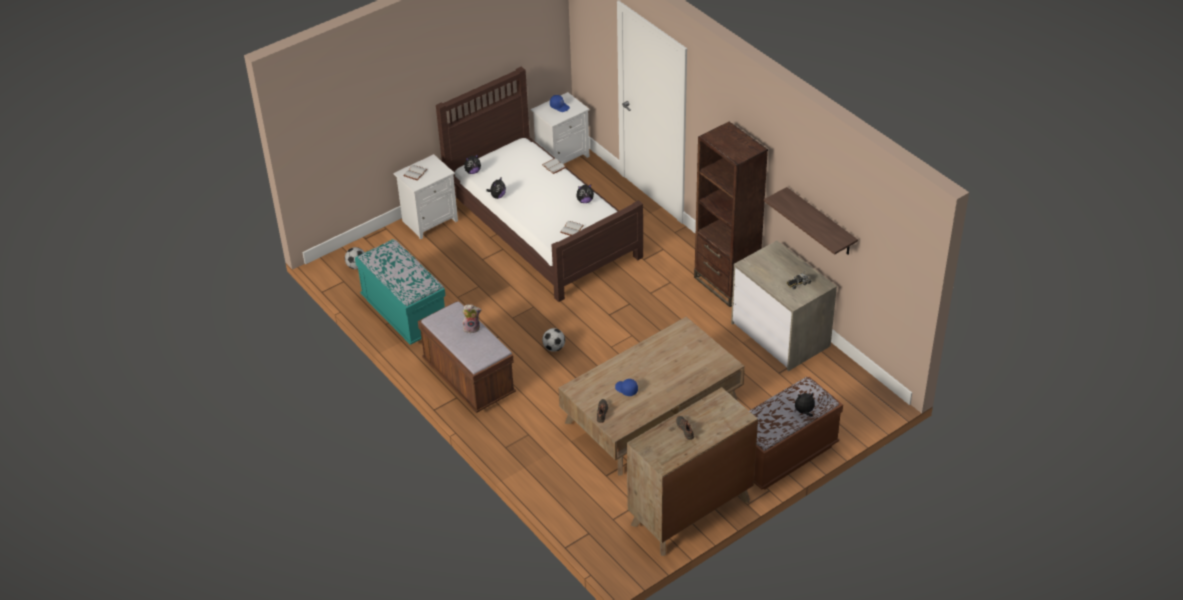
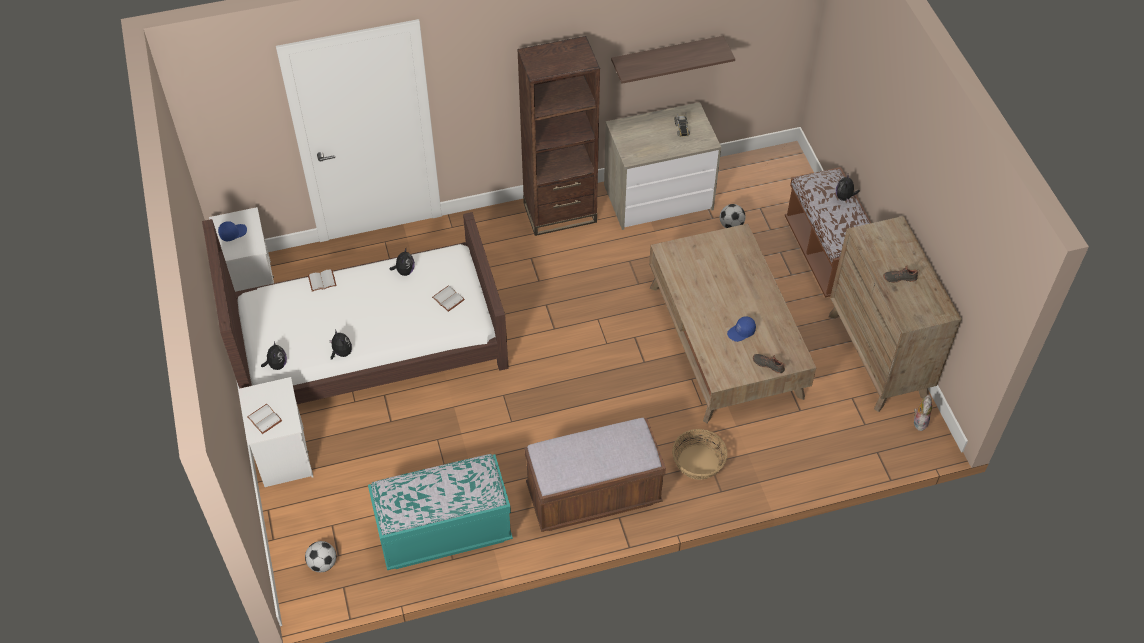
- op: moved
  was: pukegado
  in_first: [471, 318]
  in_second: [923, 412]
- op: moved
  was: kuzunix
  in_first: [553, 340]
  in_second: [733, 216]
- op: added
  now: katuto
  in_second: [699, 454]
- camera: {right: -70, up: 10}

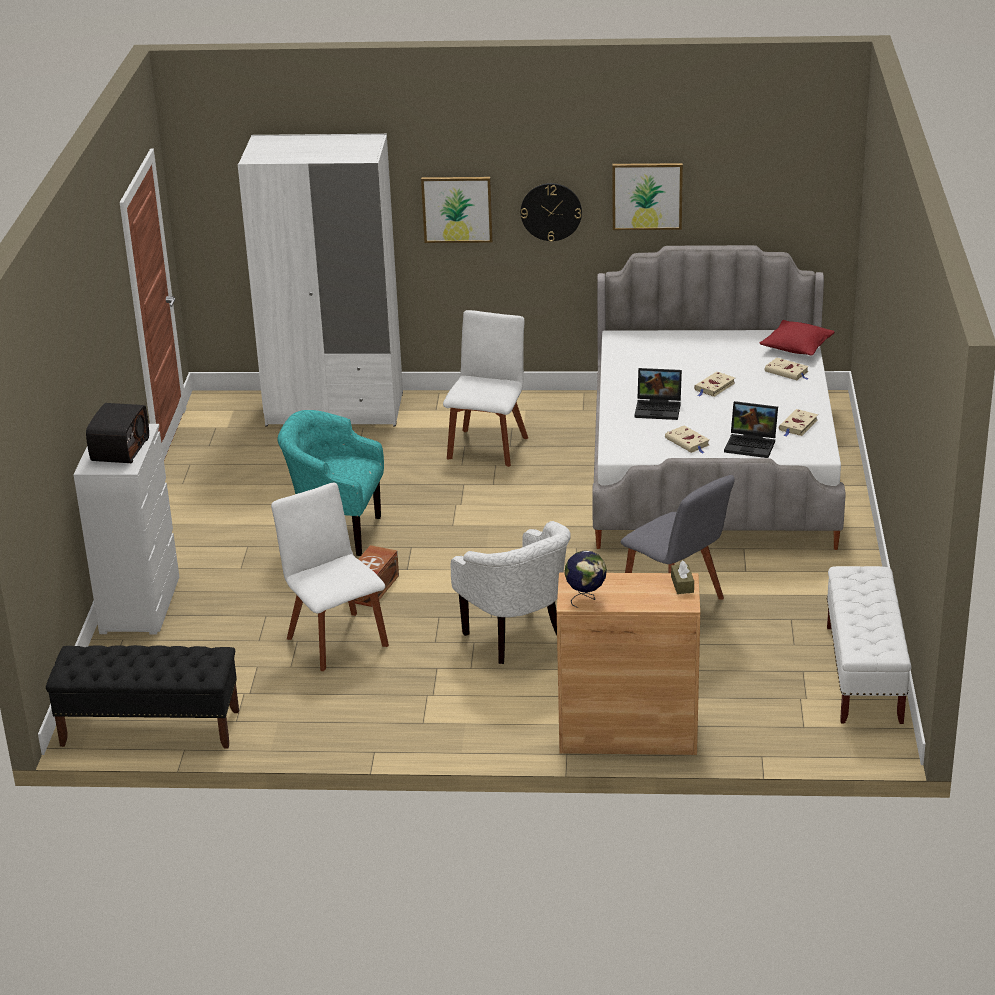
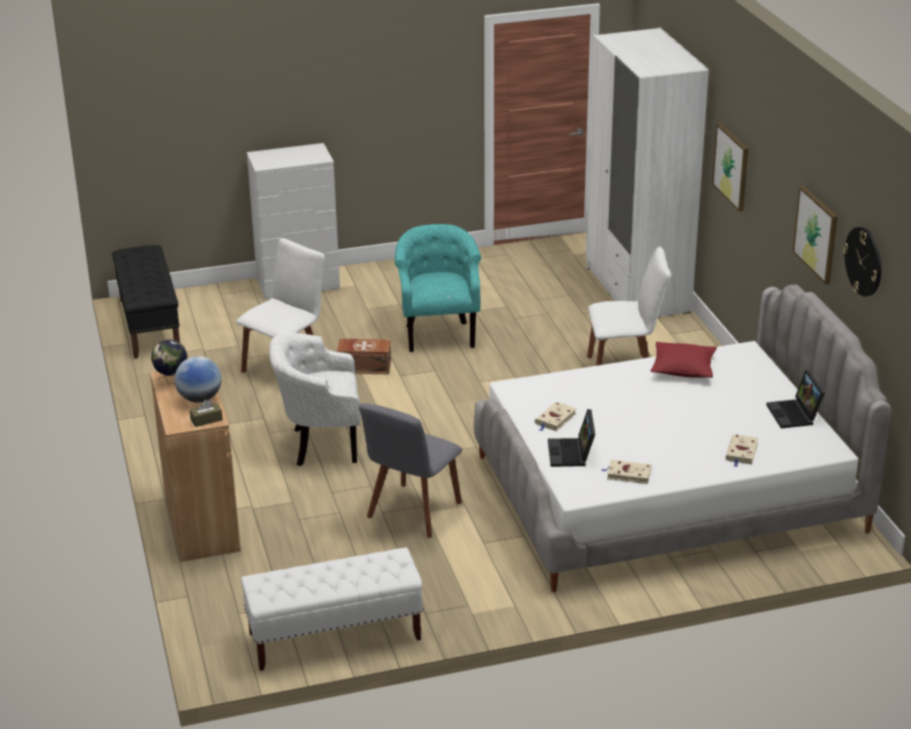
- op: removed
  was: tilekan
  in_first: [117, 433]
- op: turned
  was: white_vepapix
  in_first: [511, 592]
  in_second: [315, 399]
  clockwise: 45
- op: moved
  was: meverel
  in_first: [551, 212]
  in_second: [862, 262]
- op: moved
  was: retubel
  in_first: [658, 394]
  in_second: [795, 399]
- op: removed
  was: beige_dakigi
  in_first: [714, 384]
- op: moved
  was: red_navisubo
  in_first: [797, 338]
  in_second: [684, 360]
- op: added
  now: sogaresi
  in_second: [198, 379]
- camera: {right: 70, up: 0}

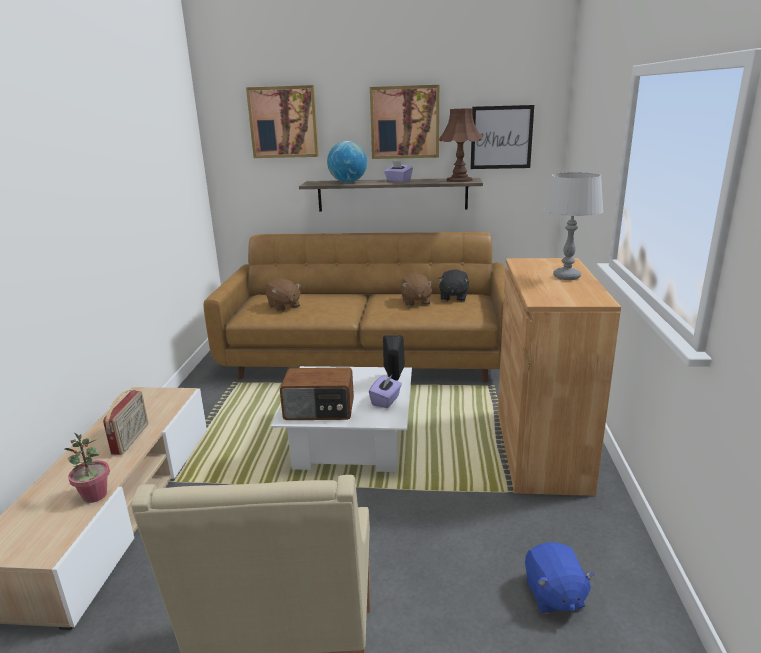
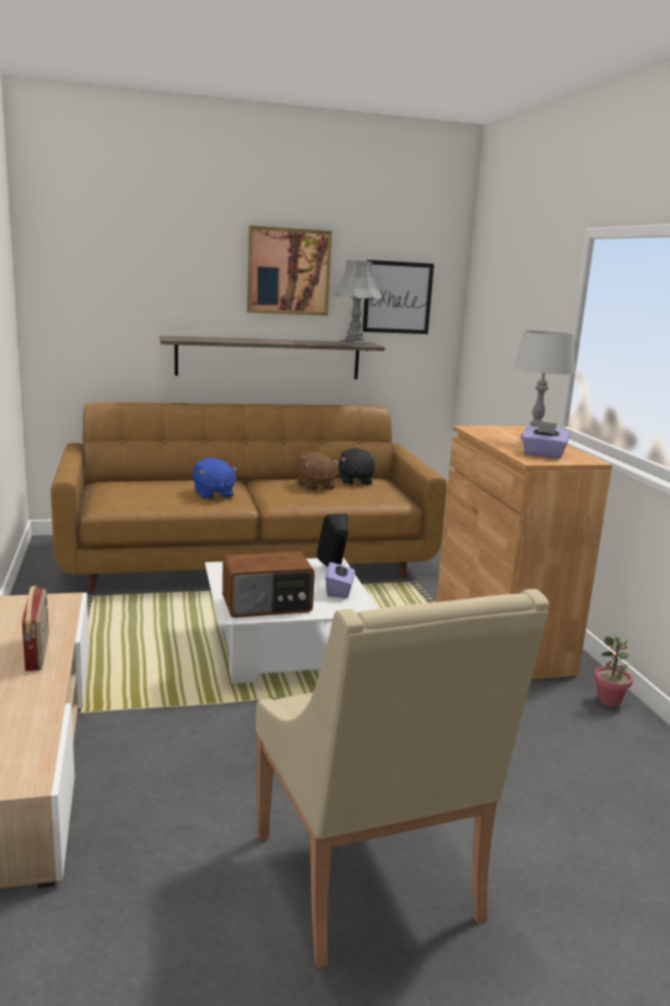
- op: moved
  was: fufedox
  in_first: [87, 468]
  in_second: [613, 672]
- op: removed
  was: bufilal
  in_first: [282, 121]
- op: removed
  was: brown_pukegado
  in_first: [283, 295]
- op: removed
  was: sogaresi
  in_first: [347, 162]
- op: moved
  was: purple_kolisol
  in_first: [398, 171]
  in_second: [546, 440]
- op: recoloured
  was: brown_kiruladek
  now: grey_kiruladek
  in_first: [461, 145]
  in_second: [357, 303]
- op: moved
  was: blue_pukegado
  in_first: [560, 578]
  in_second: [215, 479]
- camera: {right: -20, up: -5}

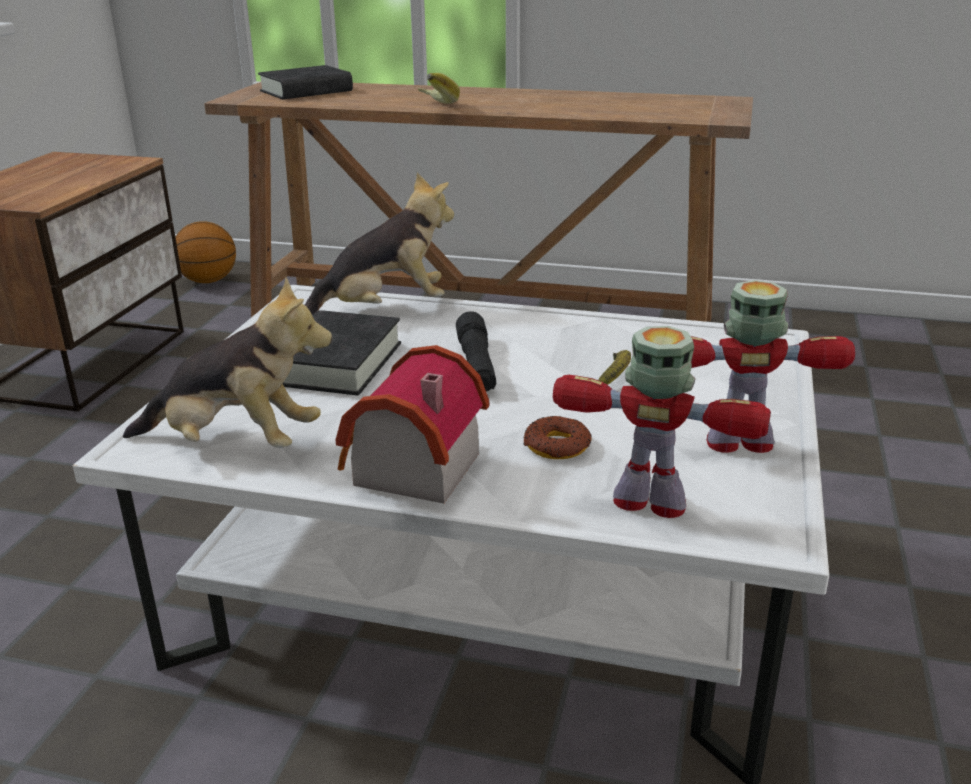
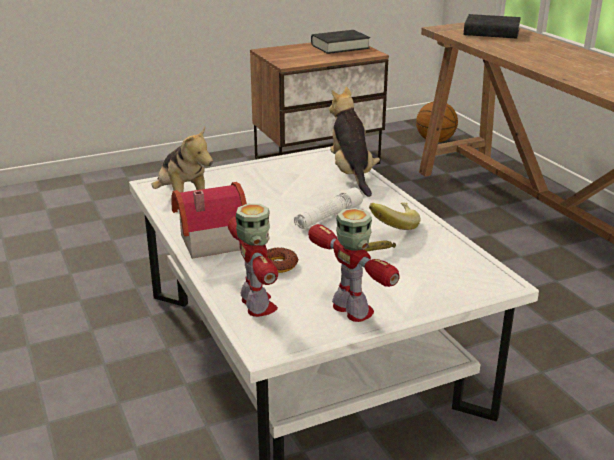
- op: moved
  was: black_dakigi
  in_first: [341, 353]
  in_second: [340, 42]
- op: turned
  was: pukegado
  in_first: [379, 244]
  in_second: [354, 142]
  clockwise: -135
- op: moved
  was: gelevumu
  in_first: [439, 88]
  in_second: [395, 216]
- op: recoloured
  was: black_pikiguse
  now: white_pikiguse
  in_first: [476, 351]
  in_second: [328, 208]
- camera: {right: 50, up: 0}

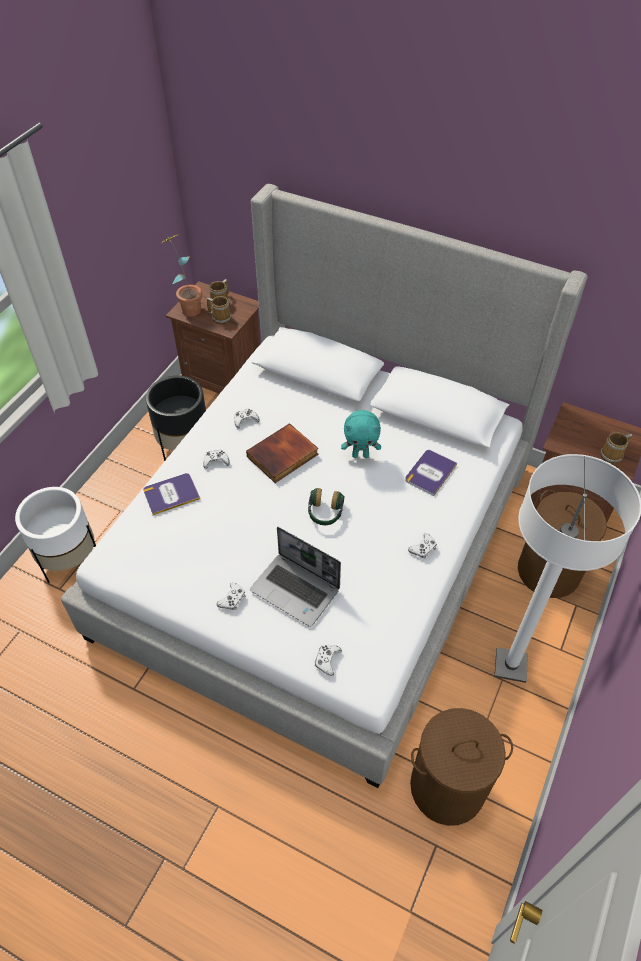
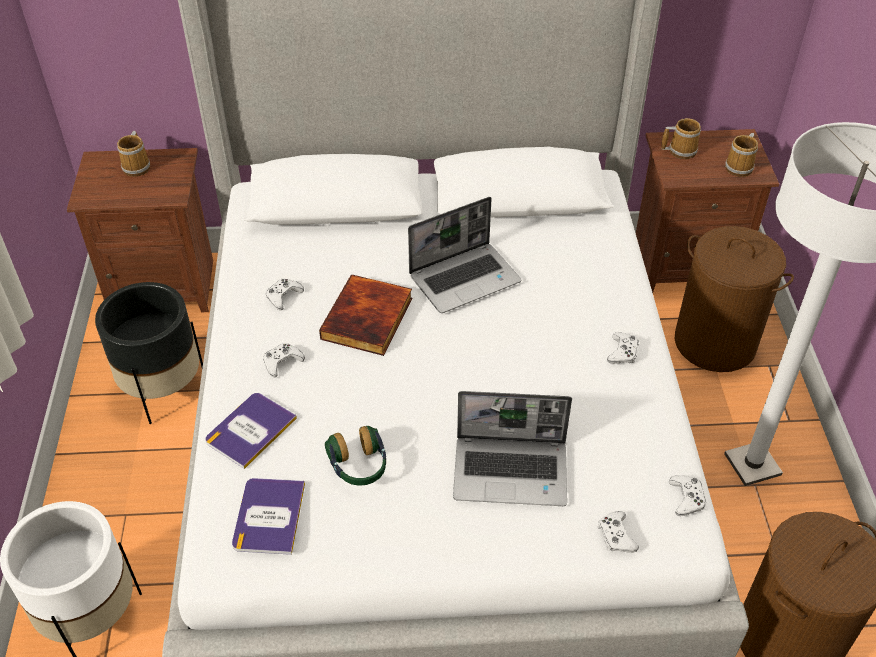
- op: removed
  was: fufedox
  in_first: [182, 275]
- op: moved
  was: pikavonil
  in_first: [219, 310]
  in_second: [681, 138]
- op: moved
  was: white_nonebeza
  in_first: [231, 596]
  in_second: [687, 495]
- op: moved
  was: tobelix
  in_first: [326, 506]
  in_second: [355, 456]
- op: replaced
  was: turquoise_pukegado
  now: retubel
  in_first: [361, 434]
  in_second: [464, 255]
- op: moved
  was: dakigi
  in_first: [431, 473]
  in_second: [268, 516]
- camera: {right: -30, up: -5}

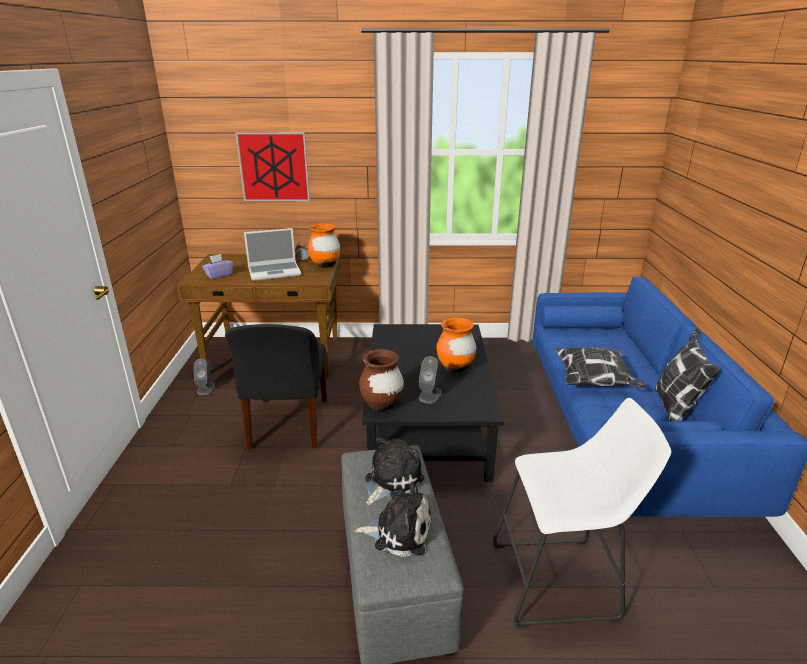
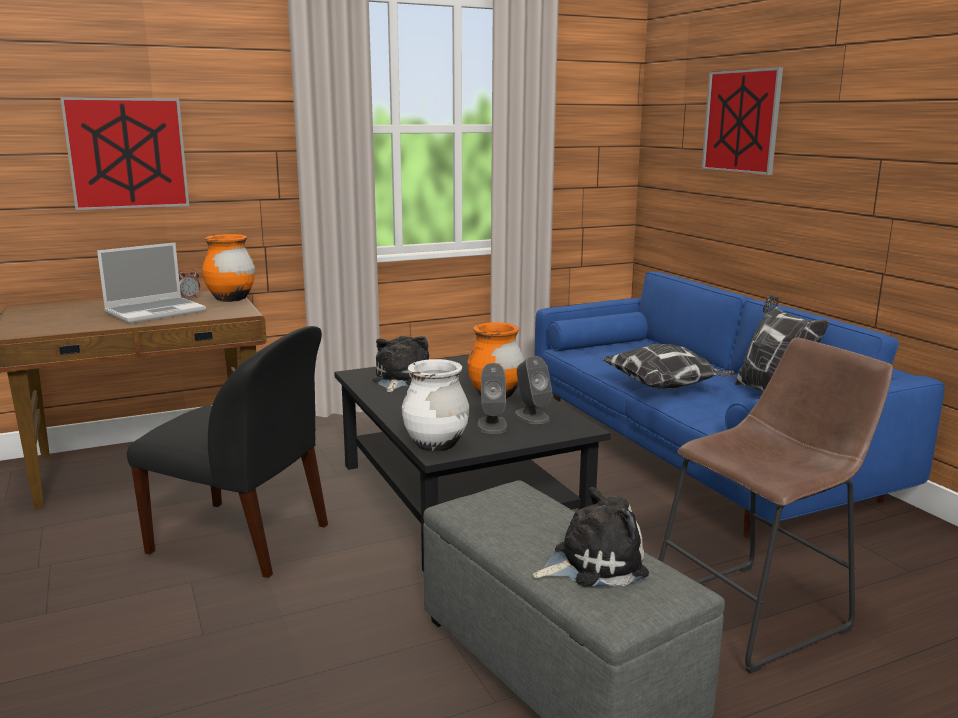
- op: moved
  was: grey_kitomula
  in_first: [204, 377]
  in_second: [533, 390]
- op: removed
  was: purple_kolisol
  in_first: [217, 266]
- op: turned
  was: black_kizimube
  in_first: [276, 386]
  in_second: [227, 452]
  clockwise: -45
- op: recoloured
  was: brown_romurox
  now: white_romurox
  in_first: [381, 380]
  in_second: [435, 405]
- op: moved
  was: pukegado
  in_first: [394, 471]
  in_second: [401, 364]
- op: recoloured
  was: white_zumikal
  now: brown_zumikal
  in_first: [582, 513]
  in_second: [776, 506]
- op: added
  now: bufilal
  in_second: [742, 121]
- camera: {right: -25, up: -10}

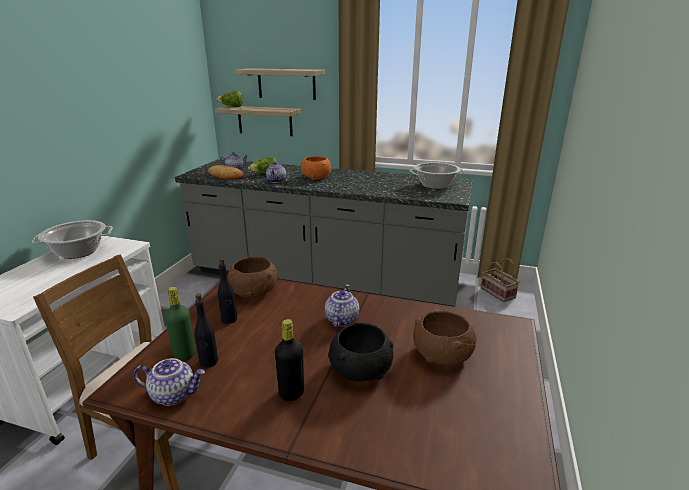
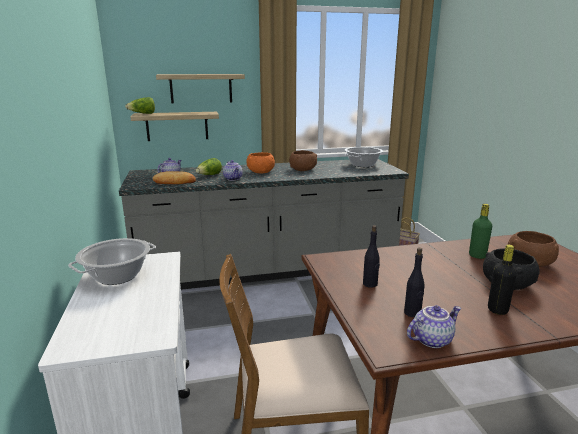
- op: moved
  was: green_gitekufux
  in_first: [180, 324]
  in_second: [480, 231]
- op: moved
  was: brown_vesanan
  in_first: [252, 277]
  in_second: [303, 160]
- op: removed
  was: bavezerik
  in_first: [342, 306]
- camera: {right: -30, up: -5}

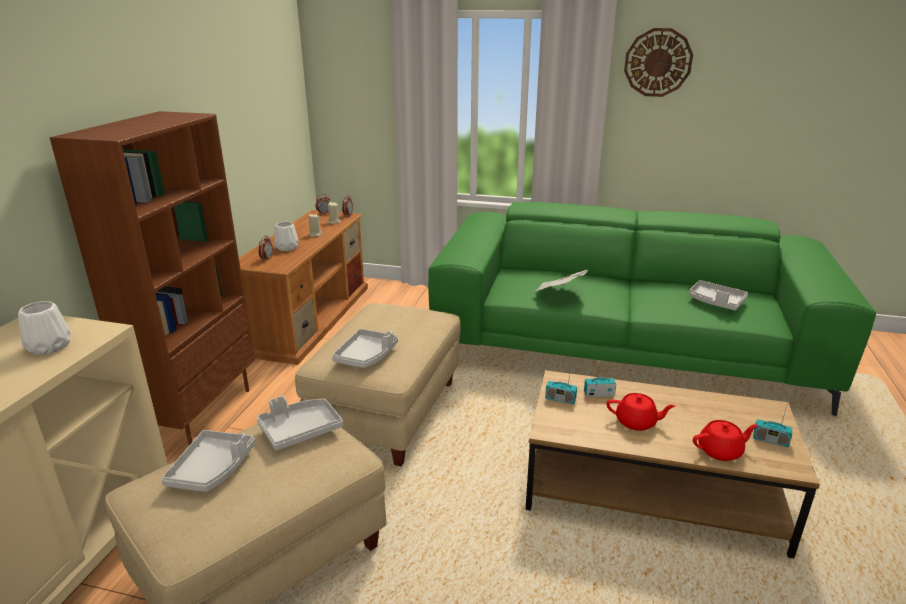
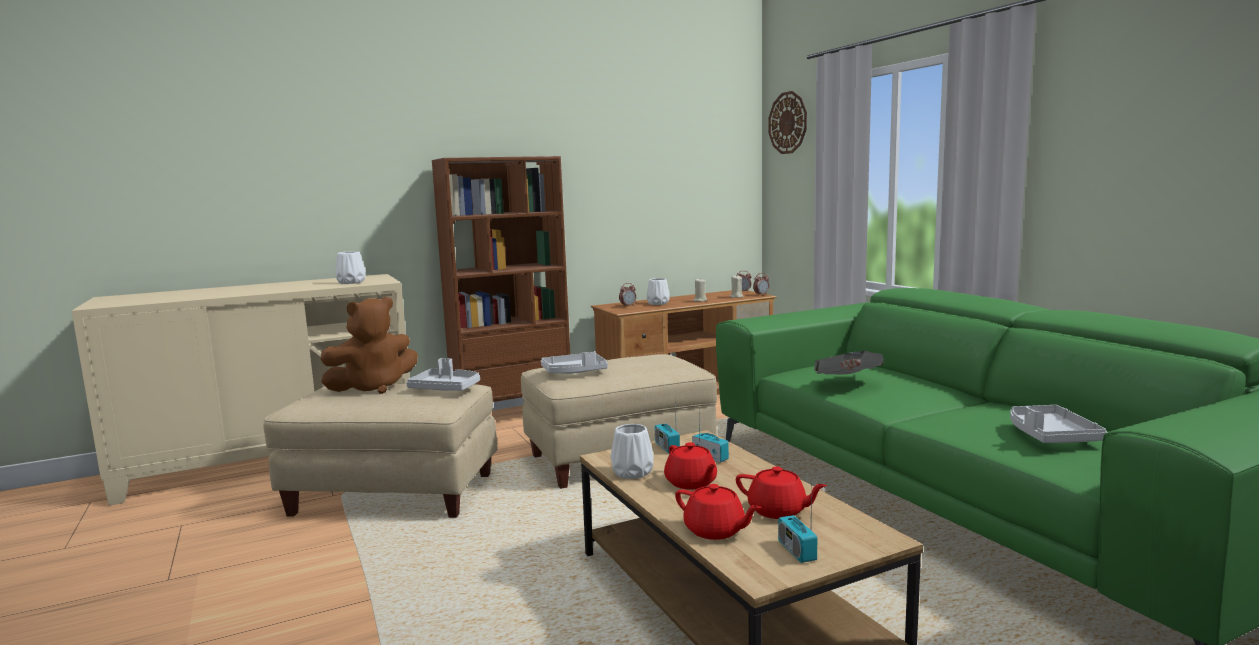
- op: replaced
  was: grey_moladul
  now: brown_pukegado
  in_first: [208, 461]
  in_second: [369, 345]
- op: moved
  was: meverel
  in_first: [658, 62]
  in_second: [788, 122]
- op: added
  now: white_romurox
  in_second: [631, 451]
- op: added
  now: red_bavezerik
  in_second: [781, 492]
- camera: {right: 50, up: -15}

